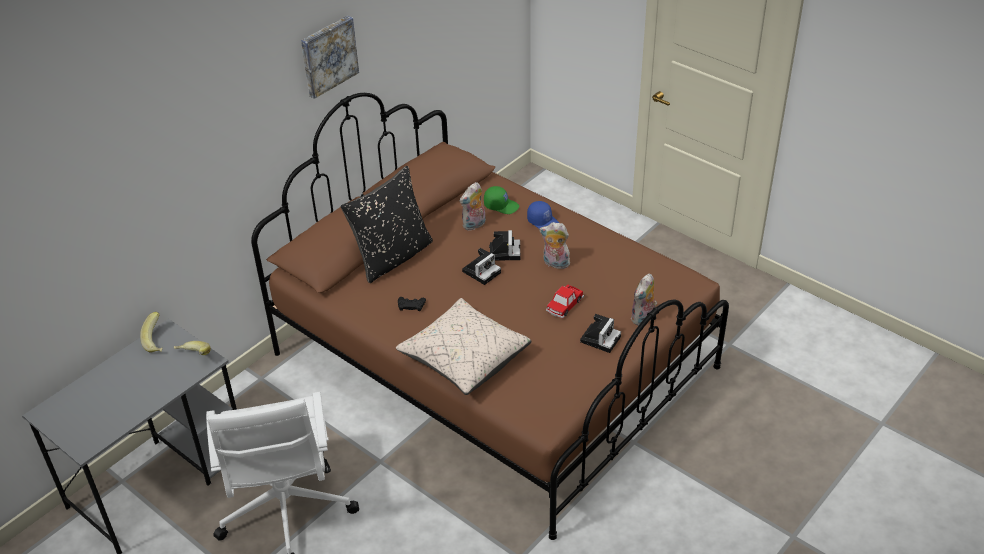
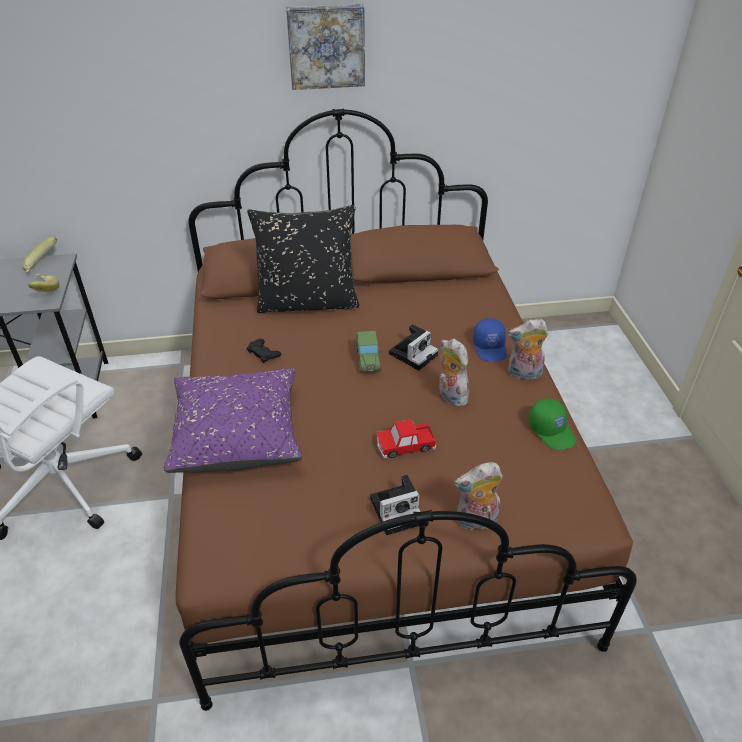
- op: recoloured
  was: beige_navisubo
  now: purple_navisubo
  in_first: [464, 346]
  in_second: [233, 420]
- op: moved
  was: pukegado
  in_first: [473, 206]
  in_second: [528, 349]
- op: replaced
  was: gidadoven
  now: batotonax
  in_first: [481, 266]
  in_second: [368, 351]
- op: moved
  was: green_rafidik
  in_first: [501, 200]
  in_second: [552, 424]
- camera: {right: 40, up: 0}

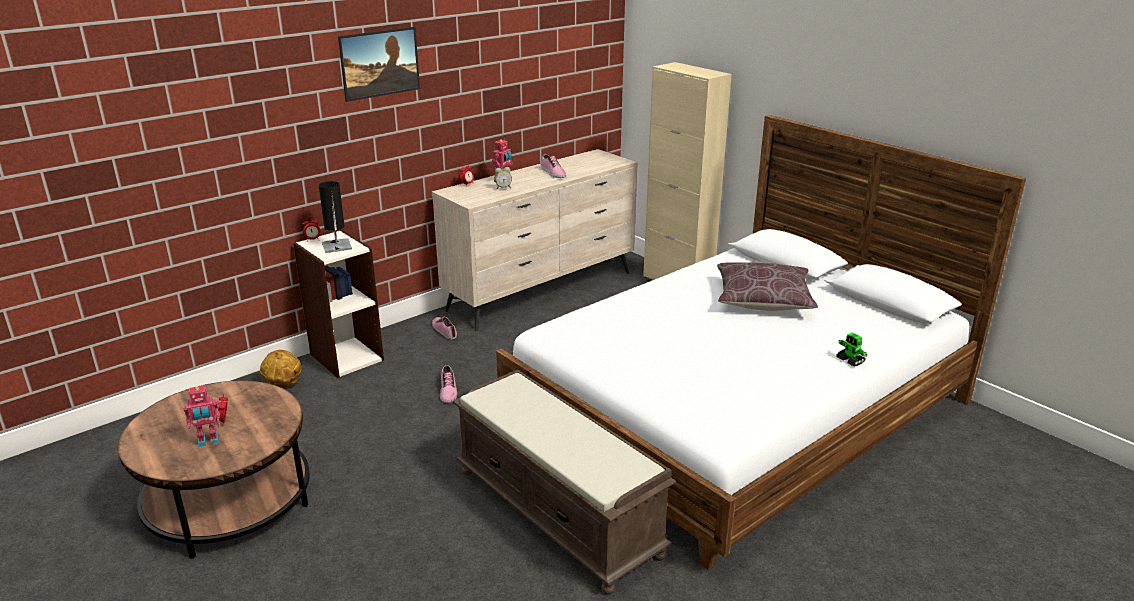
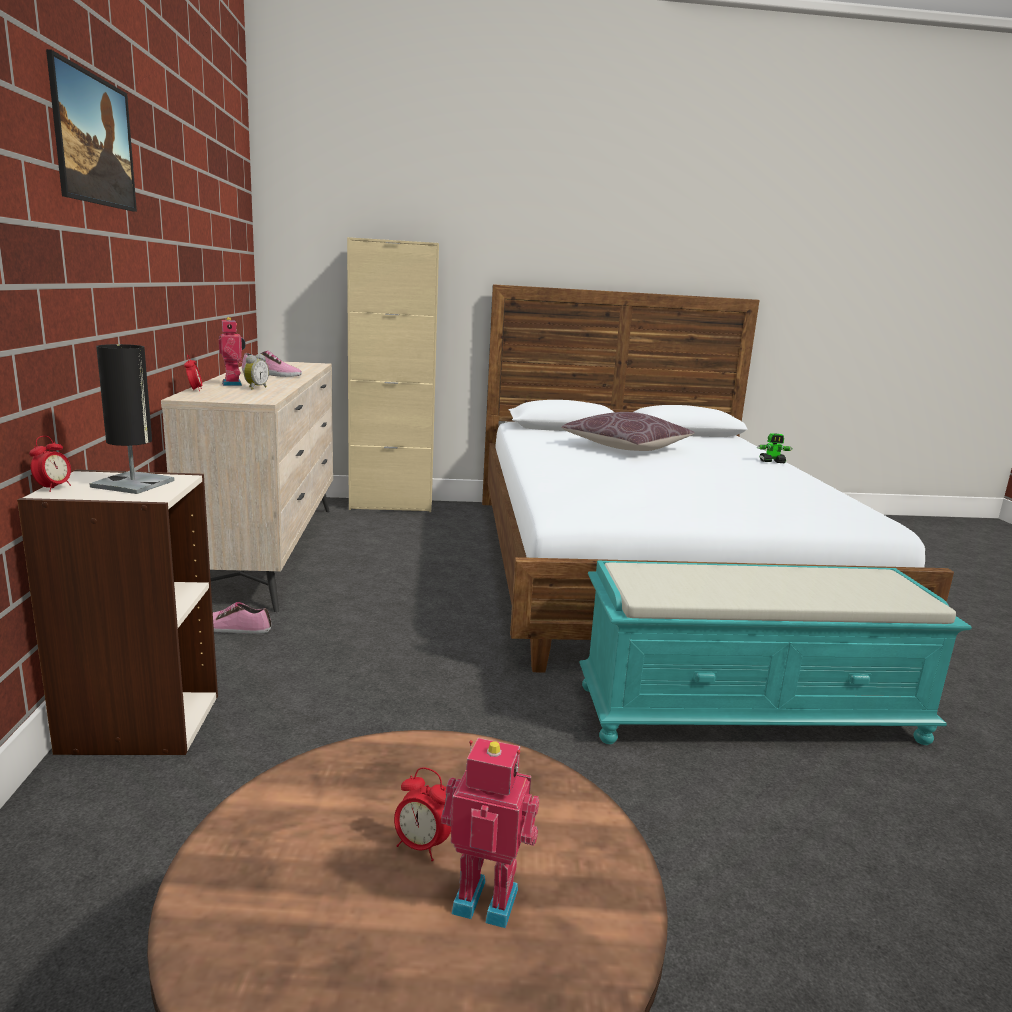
- op: turned
  was: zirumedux
  in_first: [201, 416]
  in_second: [490, 833]
  clockwise: -90
- op: removed
  was: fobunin
  in_first: [280, 368]
- op: removed
  was: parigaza
  in_first: [448, 384]
- op: recoloured
  was: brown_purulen
  now: turquoise_purulen
  in_first: [564, 482]
  in_second: [775, 653]
- camera: {right: -55, up: -10}

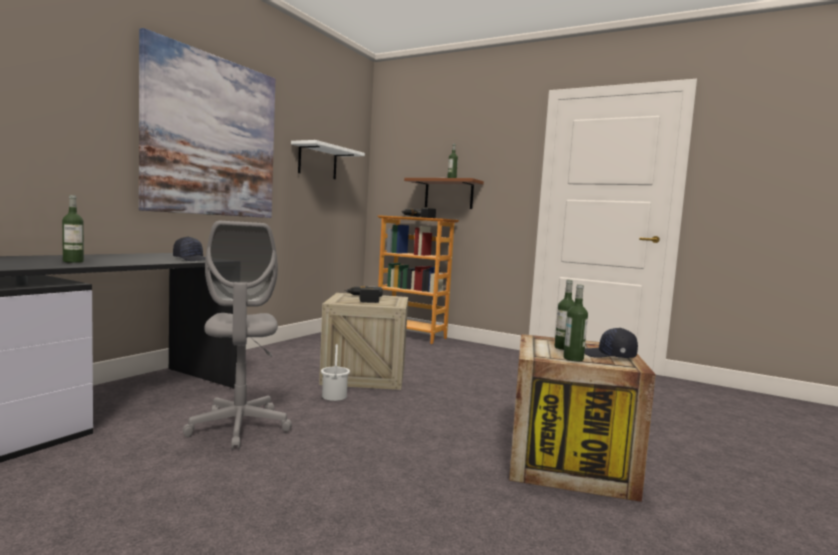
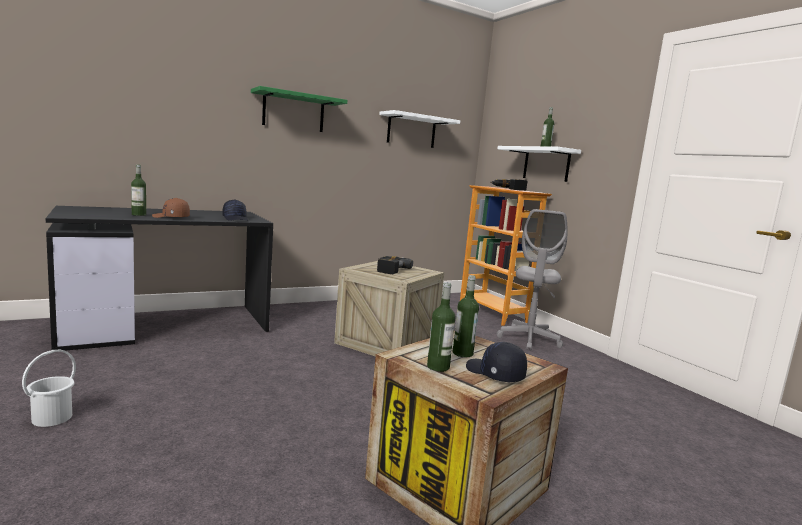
- op: replaced
  was: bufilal
  now: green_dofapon
  in_first: [207, 123]
  in_second: [299, 109]
- op: moved
  was: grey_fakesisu
  in_first: [237, 335]
  in_second: [532, 279]
- op: moved
  was: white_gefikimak
  in_first: [335, 372]
  in_second: [49, 388]
- op: recoloured
  was: brown_dofapon
  now: white_dofapon
  in_first: [444, 193]
  in_second: [539, 164]
- op: added
  now: brown_rafidik
  in_second: [171, 208]
- camera: {right: 30, up: 5}

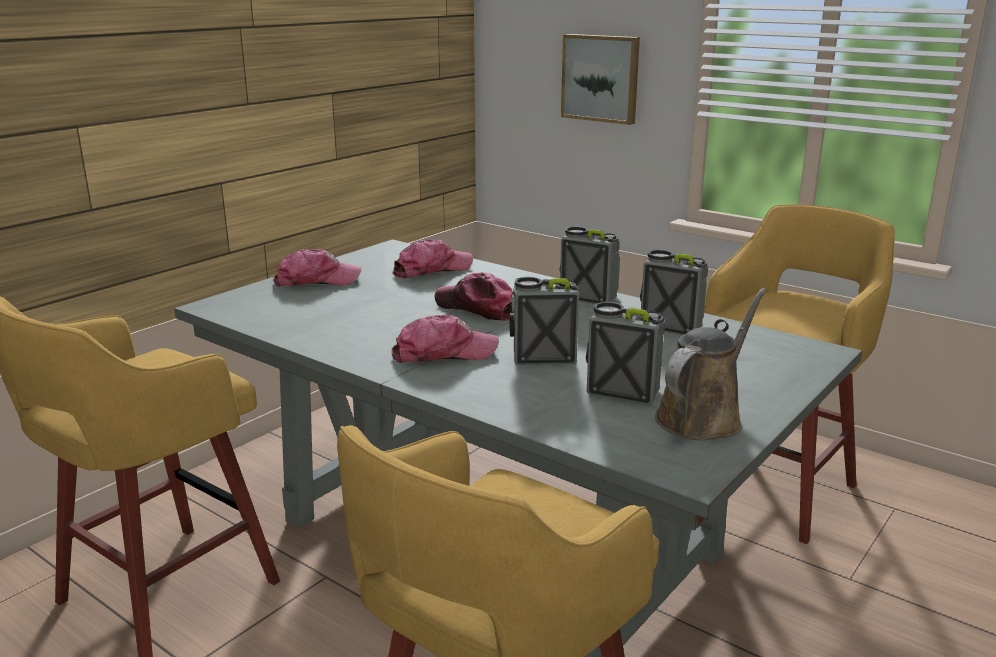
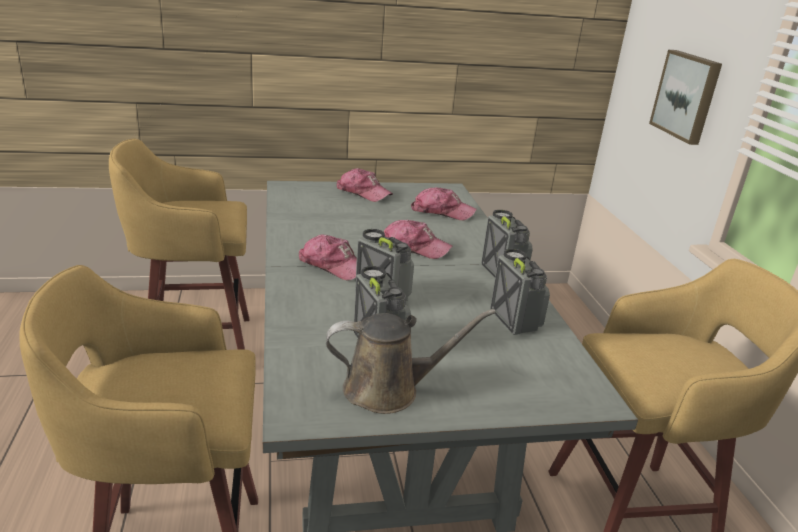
- op: turned
  was: rafidik
  in_first: [474, 296]
  in_second: [418, 239]
  clockwise: 120
- camera: {right: 40, up: 5}

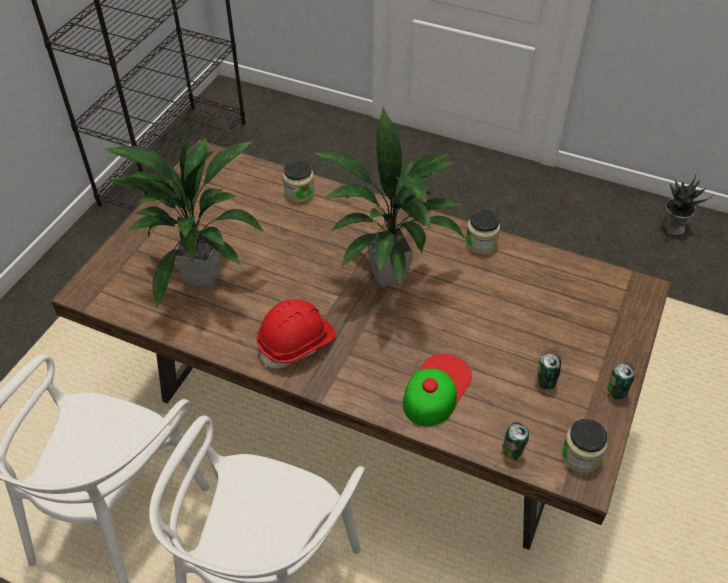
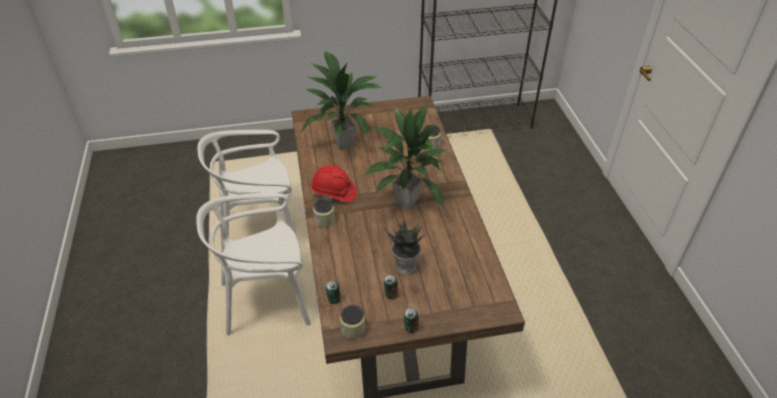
- op: removed
  was: rafidik
  in_first: [437, 390]
- op: moved
  was: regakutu
  in_first: [482, 232]
  in_second: [324, 212]
- op: moved
  was: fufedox
  in_first: [688, 205]
  in_second: [404, 247]
- camera: {right: 55, up: -5}

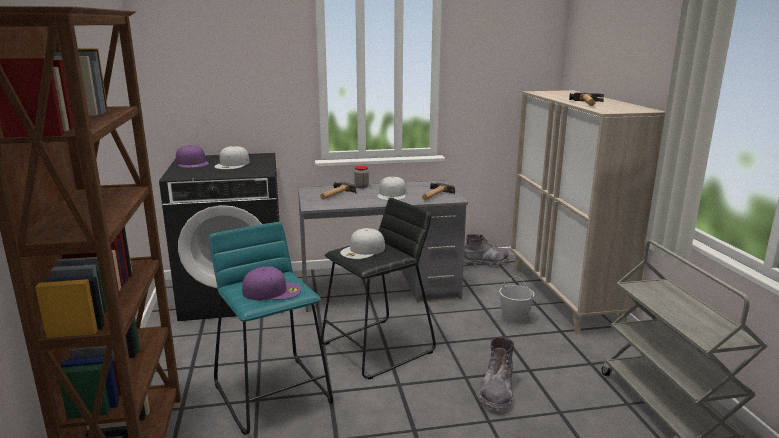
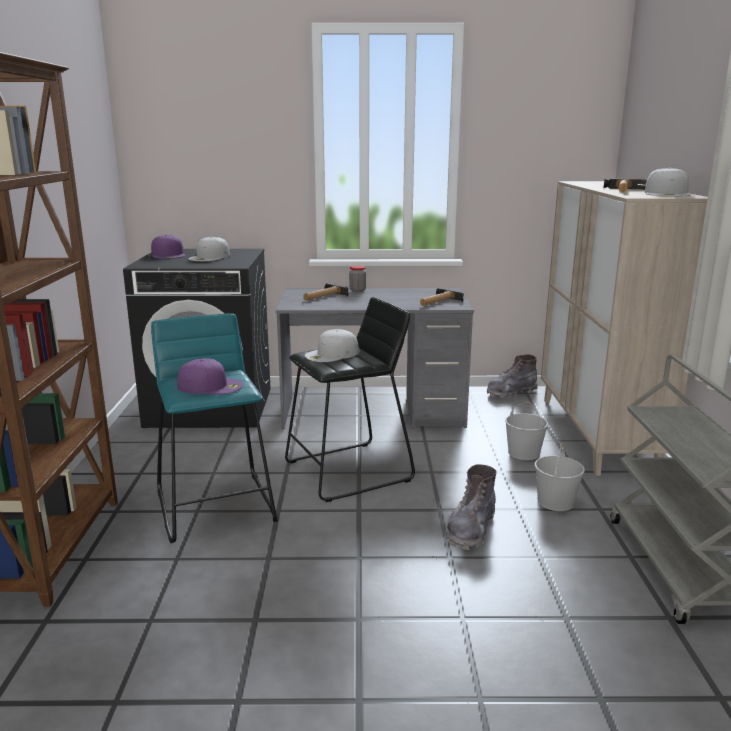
- op: moved
  was: white_rafidik
  in_first: [392, 188]
  in_second: [667, 181]
- op: turned
  was: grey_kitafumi
  in_first: [486, 250]
  in_second: [512, 376]
  clockwise: 150
- op: added
  now: white_gefikimak
  in_second: [559, 477]
- camera: {right: 10, up: 0}

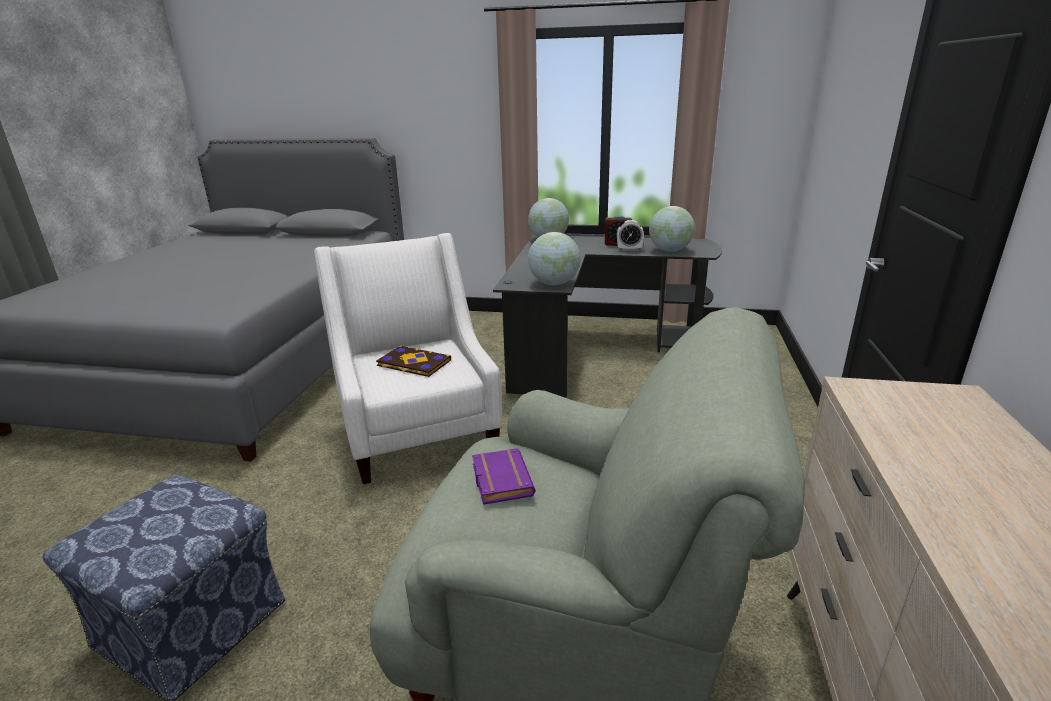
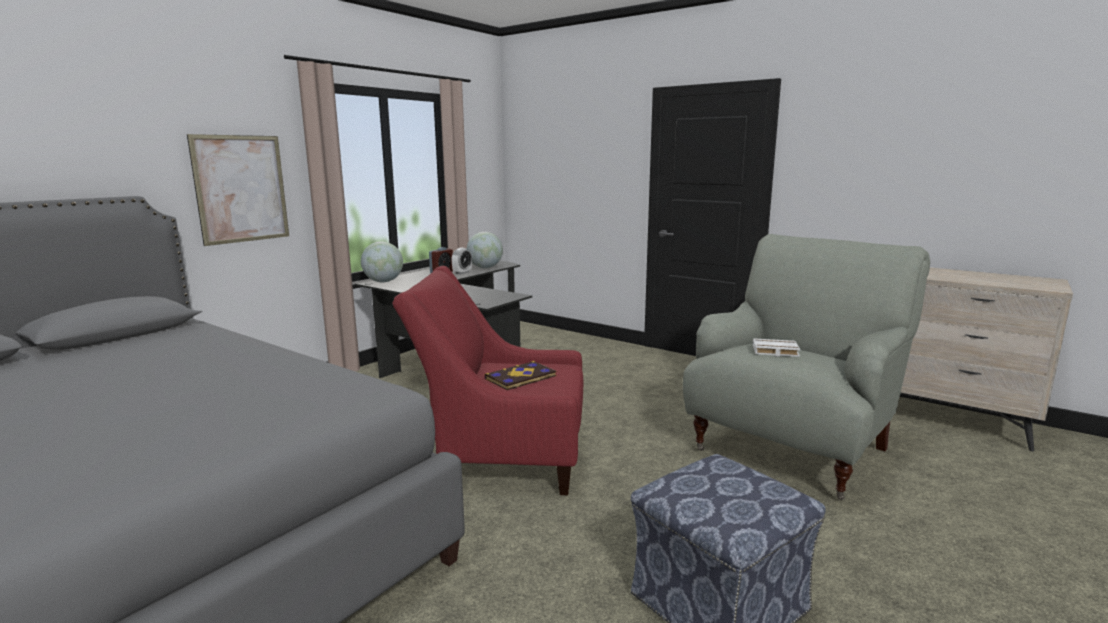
- op: recoloured
  was: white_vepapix
  now: red_vepapix
  in_first: [408, 358]
  in_second: [487, 380]
- op: recoloured
  was: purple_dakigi
  now: white_dakigi
  in_first: [503, 476]
  in_second: [776, 347]
- op: removed
  was: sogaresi
  in_first: [554, 258]
- op: added
  now: bufilal
  in_second: [238, 190]
- camera: {right: -65, up: -10}

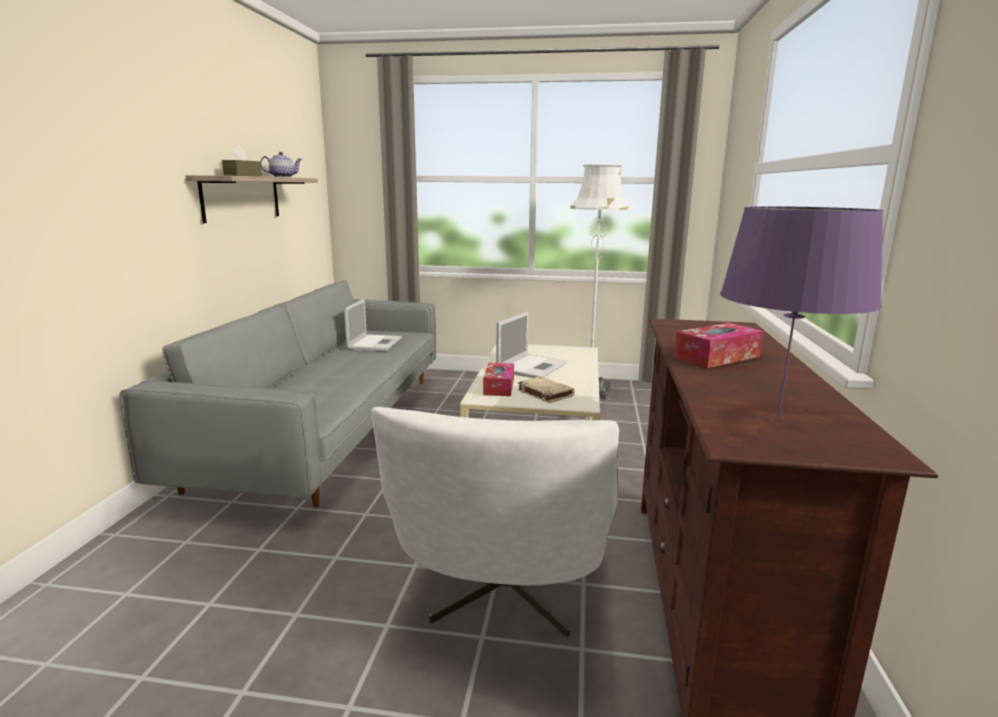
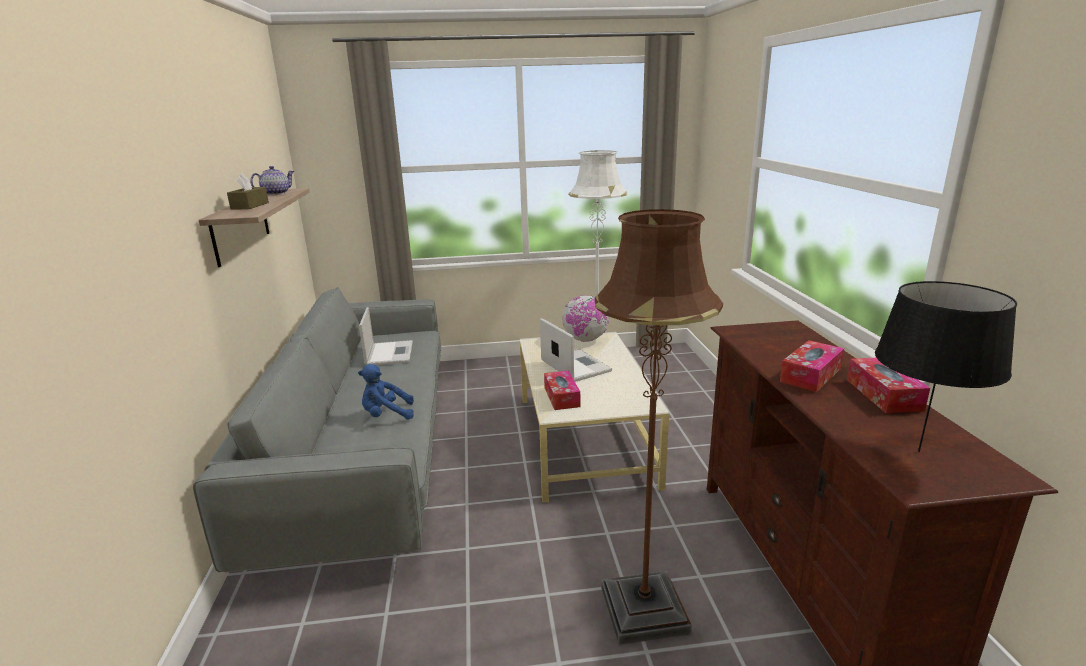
- op: replaced
  was: white_vepapix
  now: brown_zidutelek
  in_first: [495, 522]
  in_second: [659, 427]
- op: turned
  was: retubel
  in_first: [531, 345]
  in_second: [576, 350]
  clockwise: -45
- op: removed
  was: beige_dakigi
  in_first: [546, 389]
- op: recoloured
  was: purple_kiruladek
  now: black_kiruladek
  in_first: [802, 313]
  in_second: [946, 366]
- op: added
  now: blue_pukegado
  in_second: [386, 392]
- op: added
  now: sogaresi
  in_second: [585, 318]
- op: added
  now: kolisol
  in_second: [888, 385]
- camera: {right: -15, up: 5}

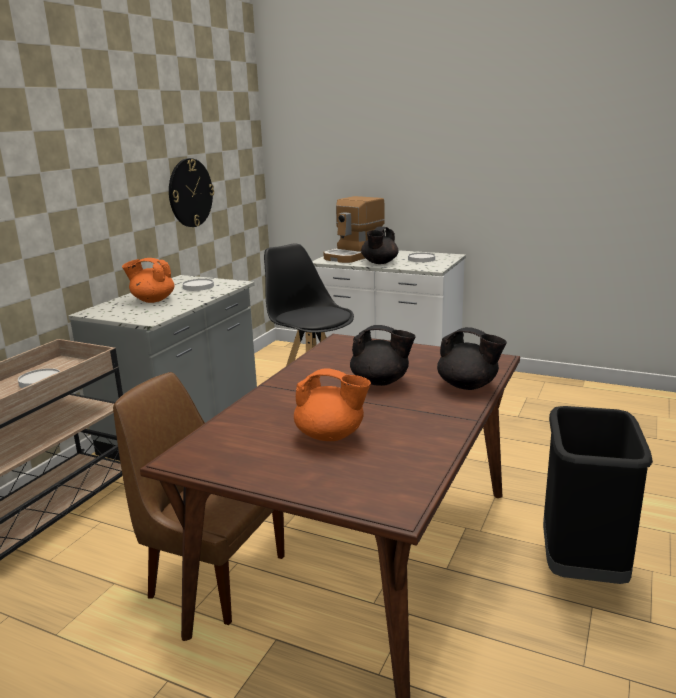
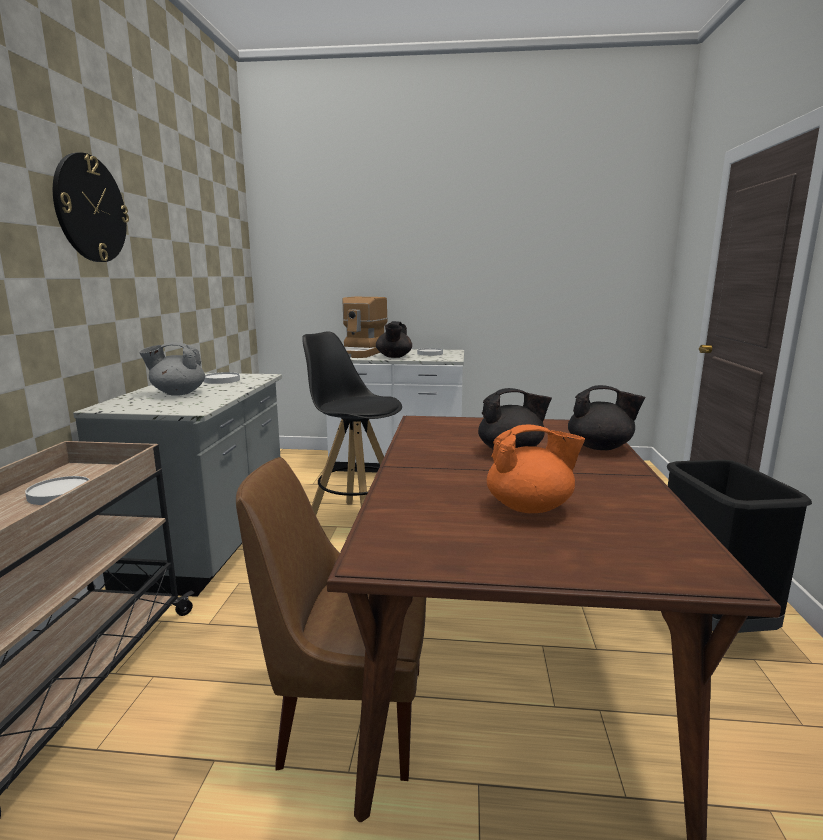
- op: recoloured
  was: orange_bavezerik
  now: grey_bavezerik
  in_first: [148, 280]
  in_second: [172, 369]
- op: moved
  was: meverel
  in_first: [191, 192]
  in_second: [91, 207]
- camera: {right: -20, up: -5}

